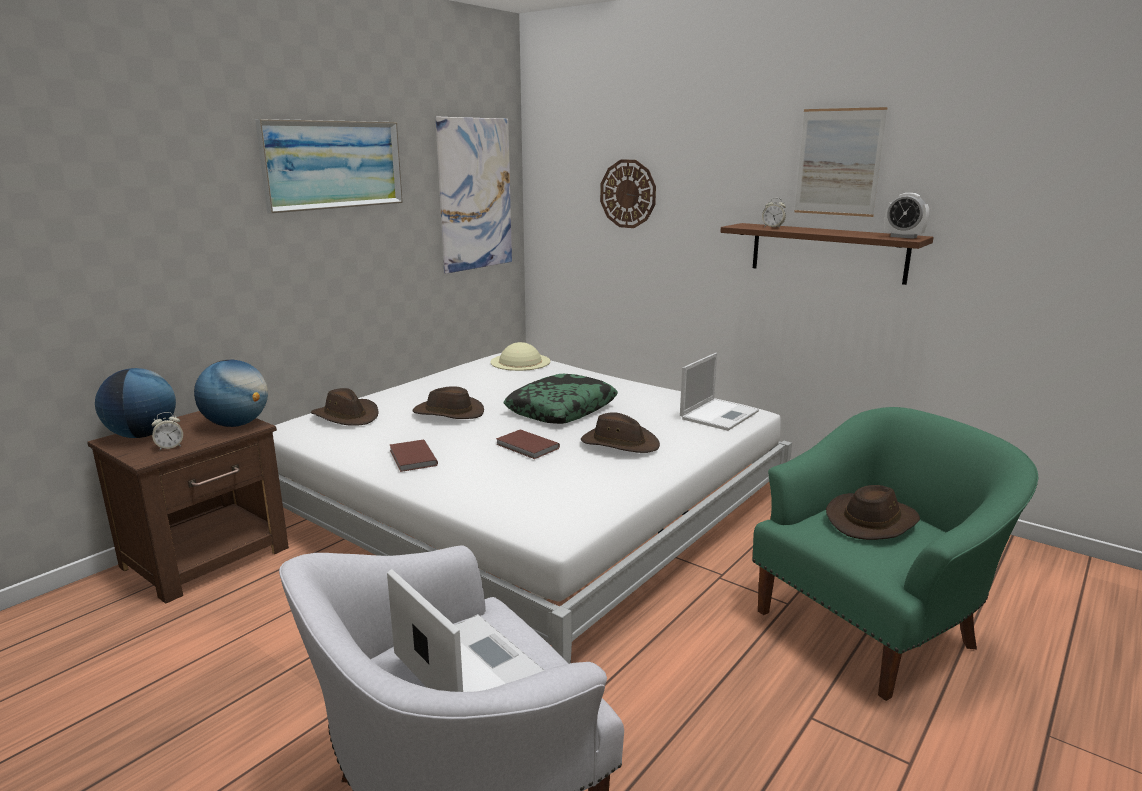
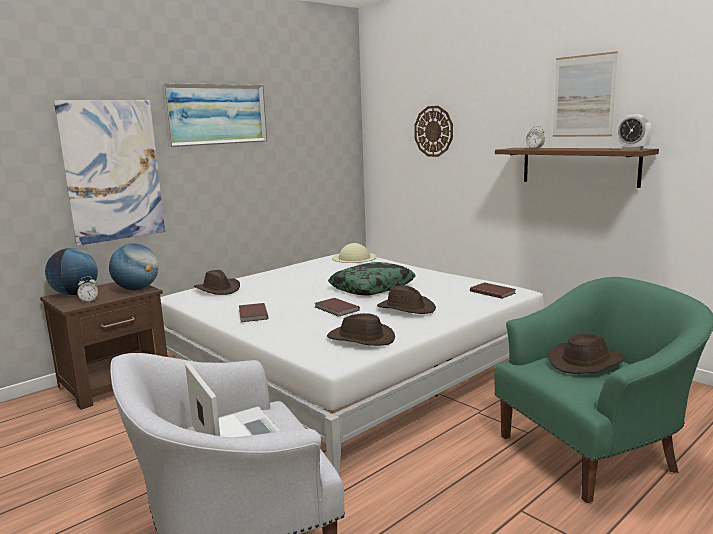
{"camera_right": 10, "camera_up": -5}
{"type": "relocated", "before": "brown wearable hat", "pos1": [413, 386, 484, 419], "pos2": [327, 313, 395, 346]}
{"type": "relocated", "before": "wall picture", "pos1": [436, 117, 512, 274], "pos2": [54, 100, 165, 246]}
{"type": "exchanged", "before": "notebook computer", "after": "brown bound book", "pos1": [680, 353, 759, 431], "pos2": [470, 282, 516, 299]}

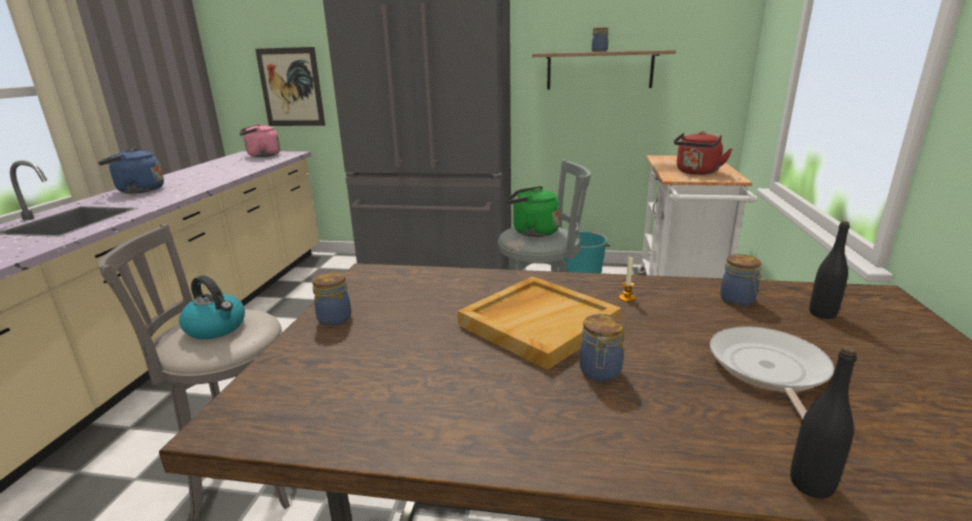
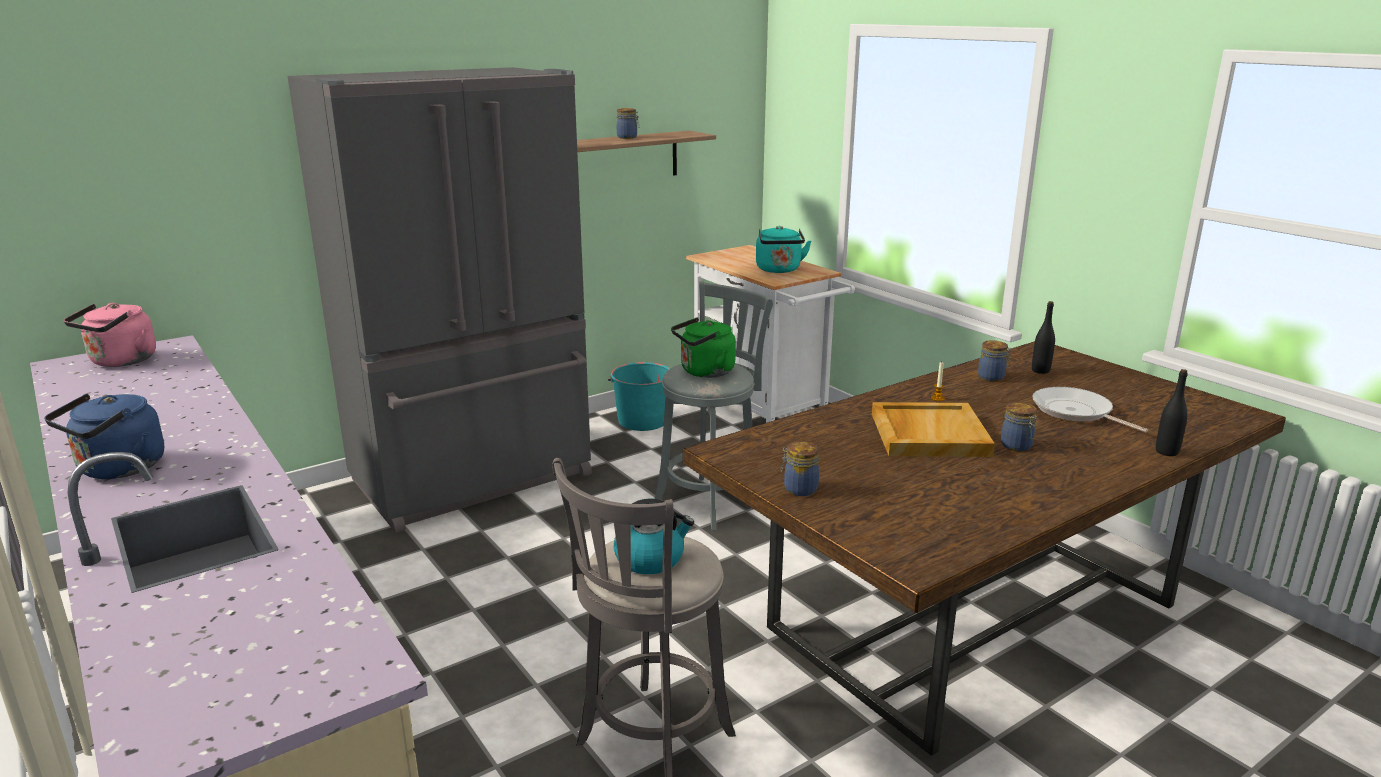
{"camera_right": -45, "camera_up": 0}
{"type": "missing", "before": "wall picture", "pos1": [255, 47, 325, 126]}
{"type": "colour", "before": "red-coloured tea kettle", "after": "turquoise tea kettle", "pos1": [674, 131, 732, 175], "pos2": [756, 226, 811, 273]}

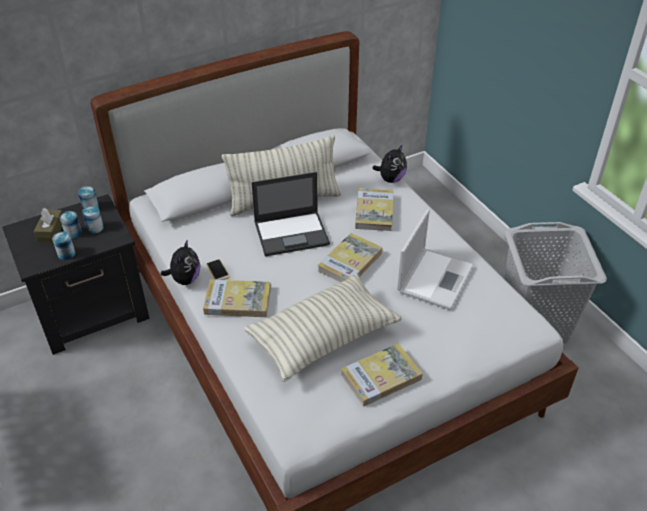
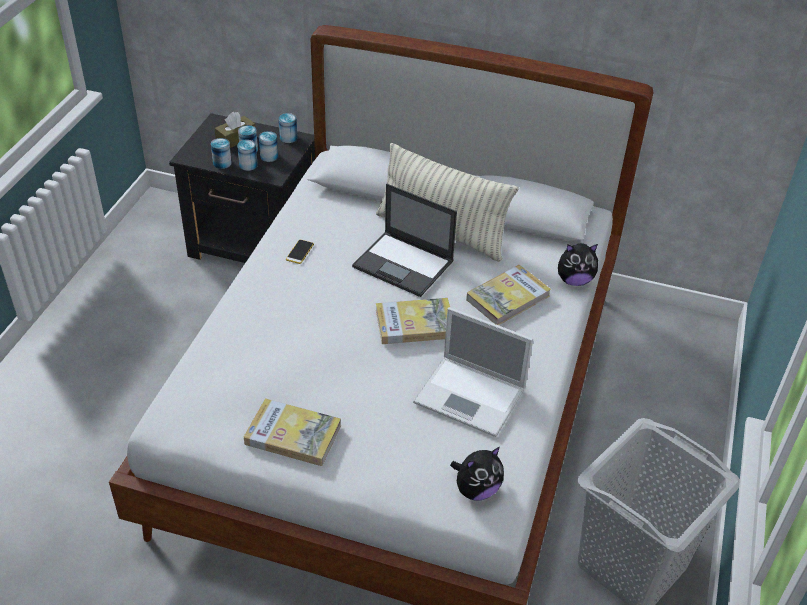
{"camera_right": 45, "camera_up": 0}
{"type": "relocated", "before": "plush toy", "pos1": [161, 239, 200, 285], "pos2": [450, 447, 504, 500]}
{"type": "missing", "before": "bound book", "pos1": [203, 280, 271, 317]}
{"type": "missing", "before": "cushion", "pos1": [244, 273, 401, 382]}
{"type": "spun", "before": "notebook computer", "pos1": [397, 209, 473, 310], "pos2": [413, 307, 533, 437], "turn": 45}
{"type": "appeared", "after": "metal can", "pos2": [237, 140, 258, 171]}

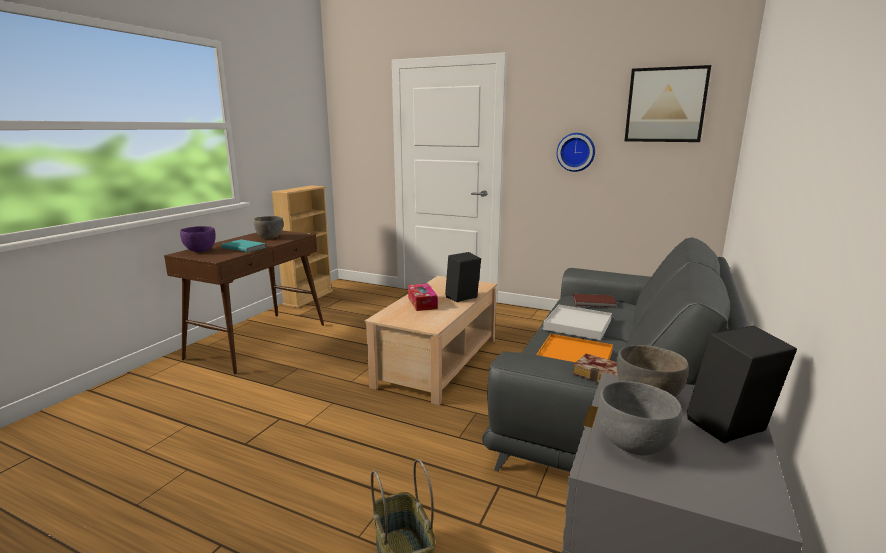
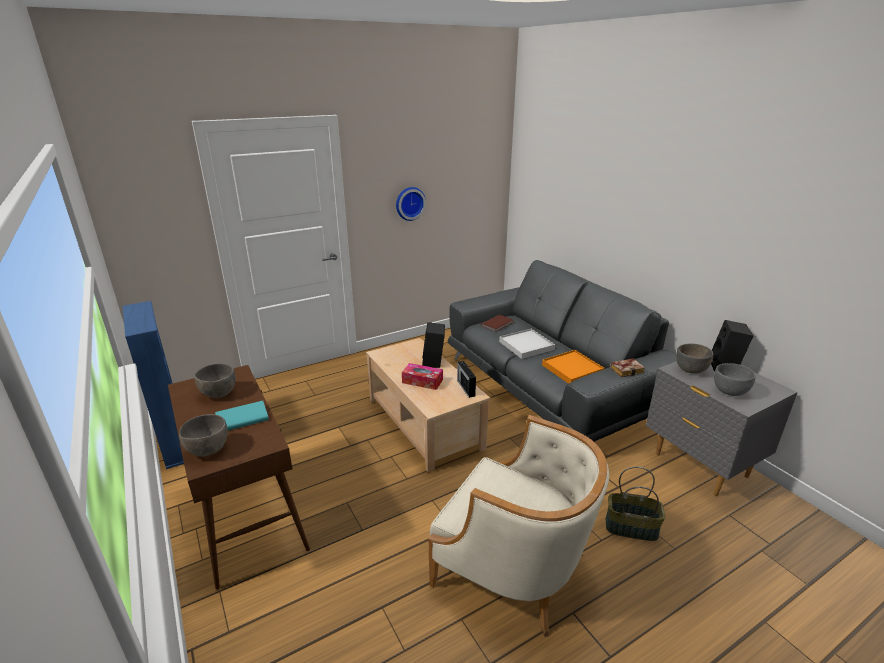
{"camera_right": -55, "camera_up": 10}
{"type": "colour", "before": "purplish bowl", "after": "grey bowl", "pos1": [180, 226, 216, 252], "pos2": [179, 414, 228, 456]}
{"type": "colour", "before": "sand-coloured shelving unit", "after": "bluish shelving unit", "pos1": [271, 185, 333, 308], "pos2": [123, 301, 184, 469]}
{"type": "missing", "before": "wall picture", "pos1": [625, 65, 711, 142]}
{"type": "appeared", "after": "sand-coloured armchair", "pos2": [429, 415, 609, 637]}
{"type": "appeared", "after": "radio", "pos2": [457, 361, 476, 398]}

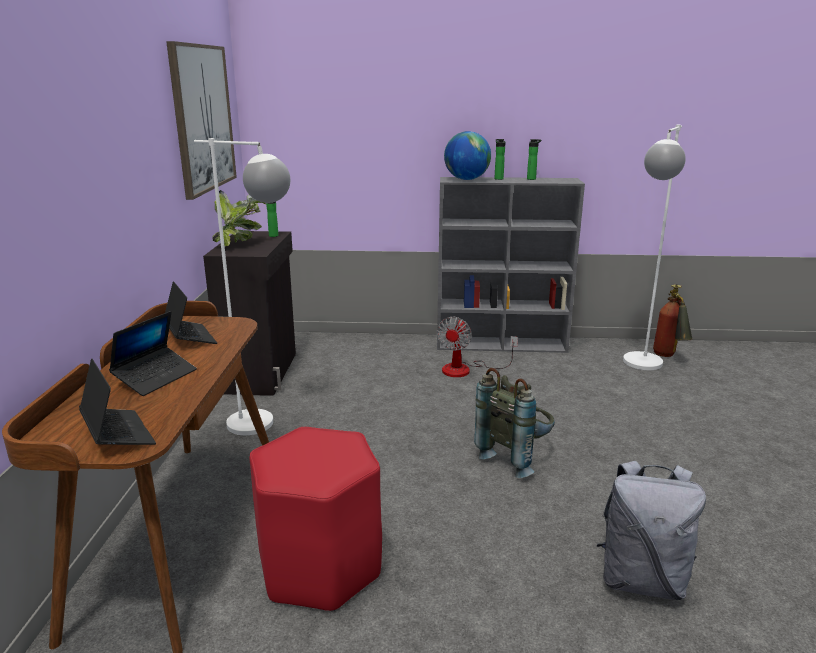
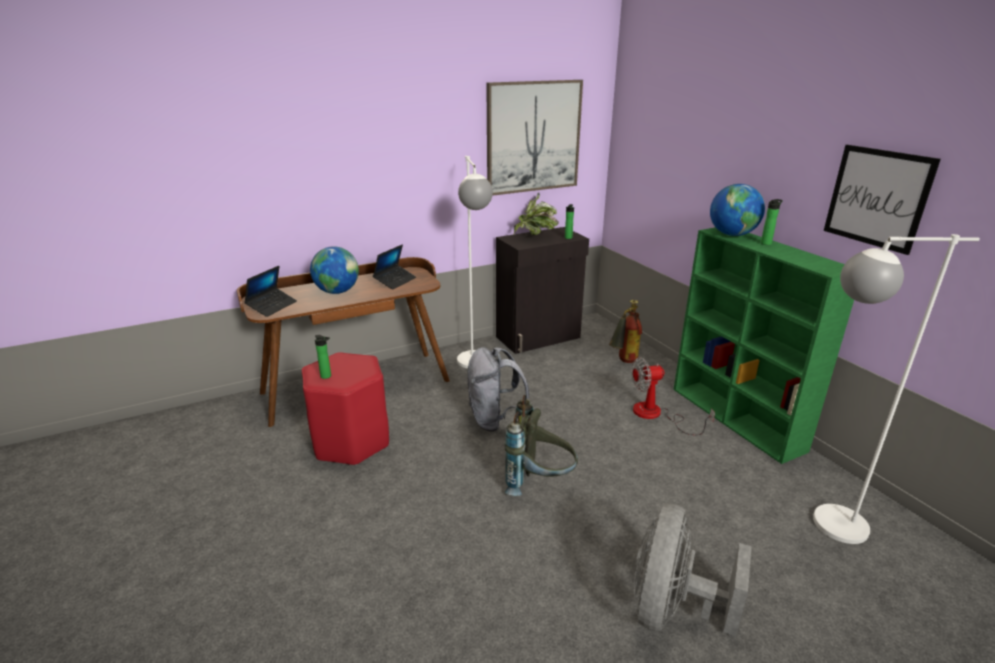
{"camera_right": 60, "camera_up": 5}
{"type": "exchanged", "before": "notebook computer", "after": "desk globe", "pos1": [109, 311, 197, 396], "pos2": [310, 246, 359, 294]}
{"type": "colour", "before": "grey shelving unit", "after": "green shelving unit", "pos1": [437, 177, 585, 353], "pos2": [673, 227, 854, 464]}
{"type": "relocated", "before": "beverage bottle", "pos1": [527, 139, 542, 180], "pos2": [315, 335, 331, 379]}
{"type": "relocated", "before": "grey rucksack", "pos1": [597, 461, 706, 600], "pos2": [467, 347, 529, 431]}
{"type": "relocated", "before": "extinguisher", "pos1": [653, 284, 692, 357], "pos2": [609, 300, 642, 363]}
{"type": "appeared", "after": "grey electric fan", "pos2": [634, 503, 752, 637]}
{"type": "appeared", "after": "wall picture", "pos2": [824, 145, 941, 255]}

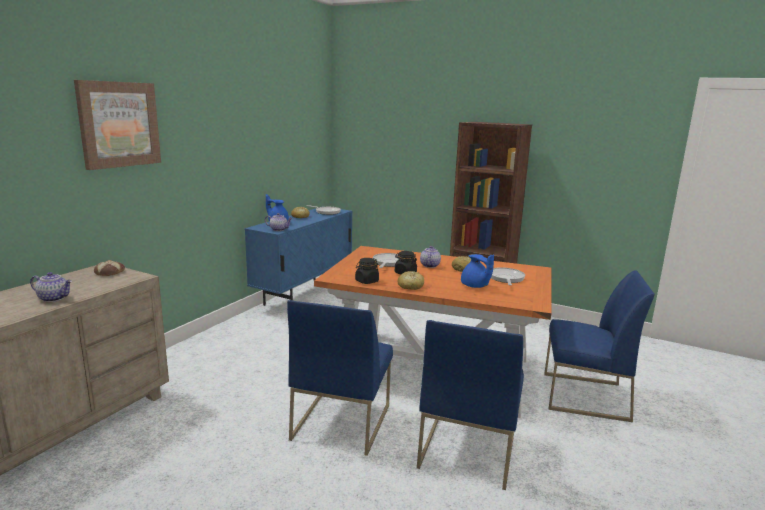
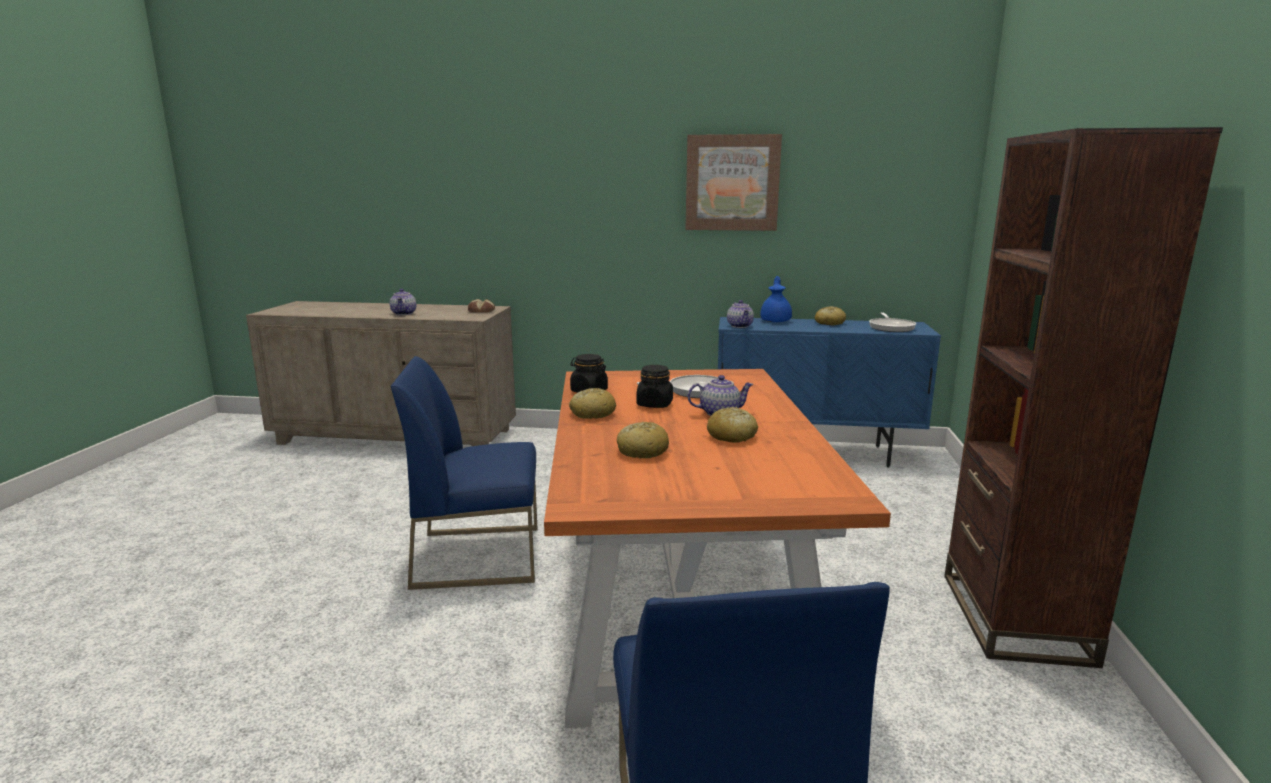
{"camera_right": 70, "camera_up": 0}
{"type": "relocated", "before": "wall picture", "pos1": [74, 80, 161, 170], "pos2": [686, 134, 782, 231]}
{"type": "missing", "before": "bluish chair", "pos1": [417, 320, 524, 490]}
{"type": "exchanged", "before": "bluish teapot", "after": "bread", "pos1": [461, 254, 494, 288], "pos2": [617, 422, 669, 459]}
{"type": "missing", "before": "pan", "pos1": [491, 267, 525, 285]}

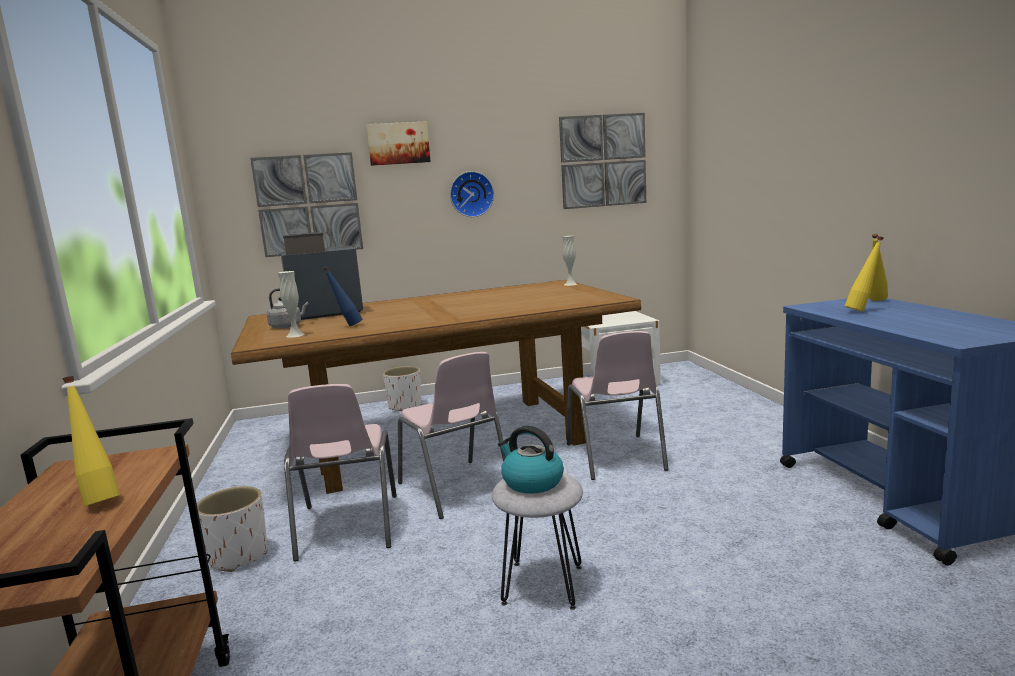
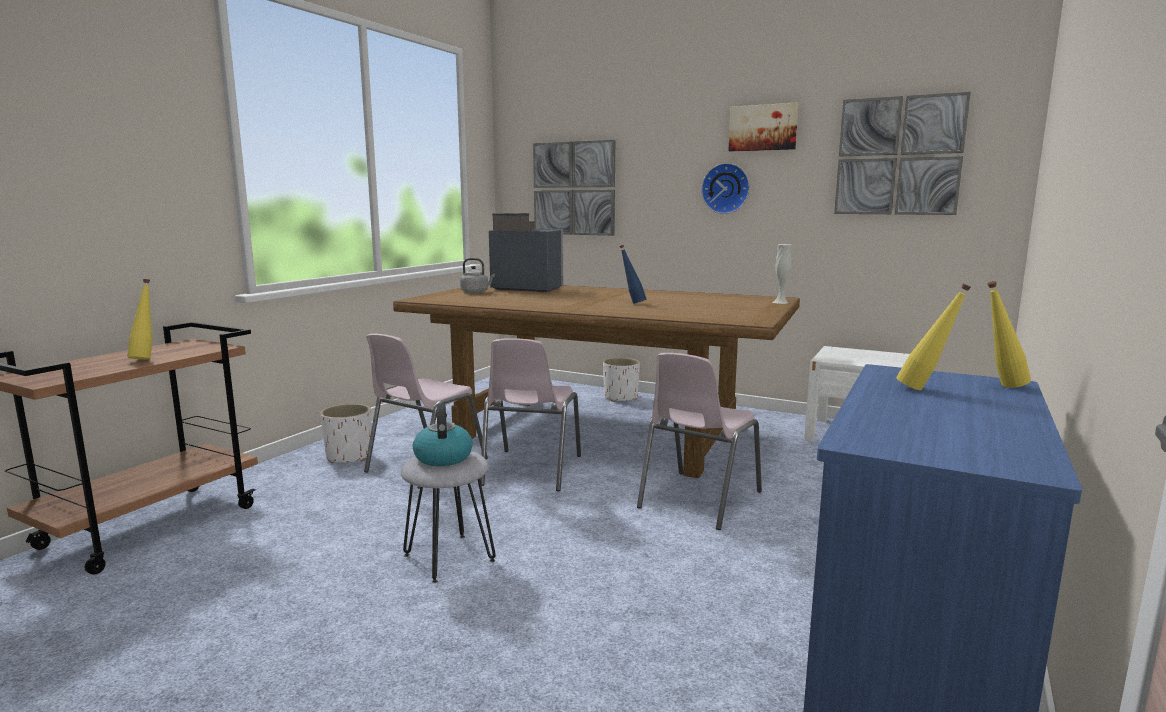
{"camera_right": 40, "camera_up": 0}
{"type": "missing", "before": "whitish vase", "pos1": [278, 271, 305, 338]}
{"type": "relocated", "before": "bluish beverage bottle", "pos1": [323, 267, 363, 326], "pos2": [620, 245, 647, 304]}
{"type": "relocated", "before": "wall picture", "pos1": [366, 121, 431, 166], "pos2": [729, 103, 798, 152]}

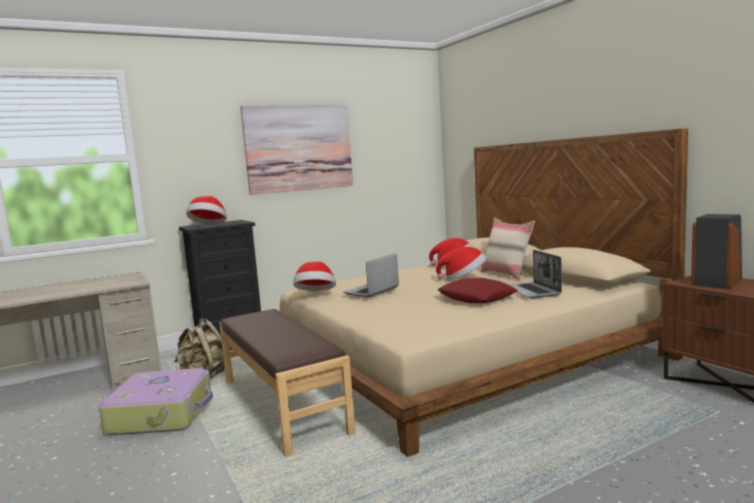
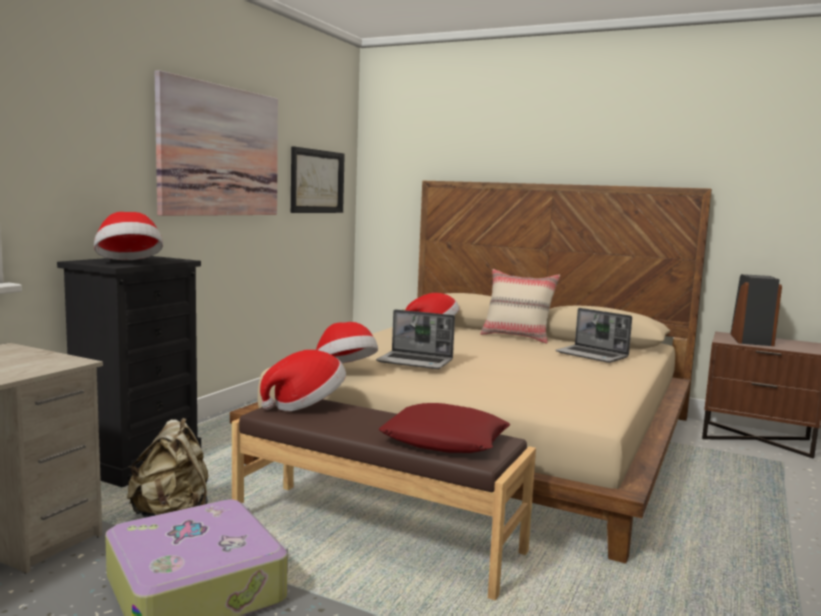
{"camera_right": -35, "camera_up": 0}
{"type": "spun", "before": "notebook computer", "pos1": [343, 254, 399, 297], "pos2": [376, 309, 455, 369], "turn": -75}
{"type": "relocated", "before": "wearable hat", "pos1": [436, 247, 486, 281], "pos2": [260, 350, 346, 411]}
{"type": "relocated", "before": "red-coloured cushion", "pos1": [437, 278, 518, 303], "pos2": [378, 403, 510, 453]}
{"type": "appeared", "after": "wall picture", "pos2": [291, 146, 345, 213]}

